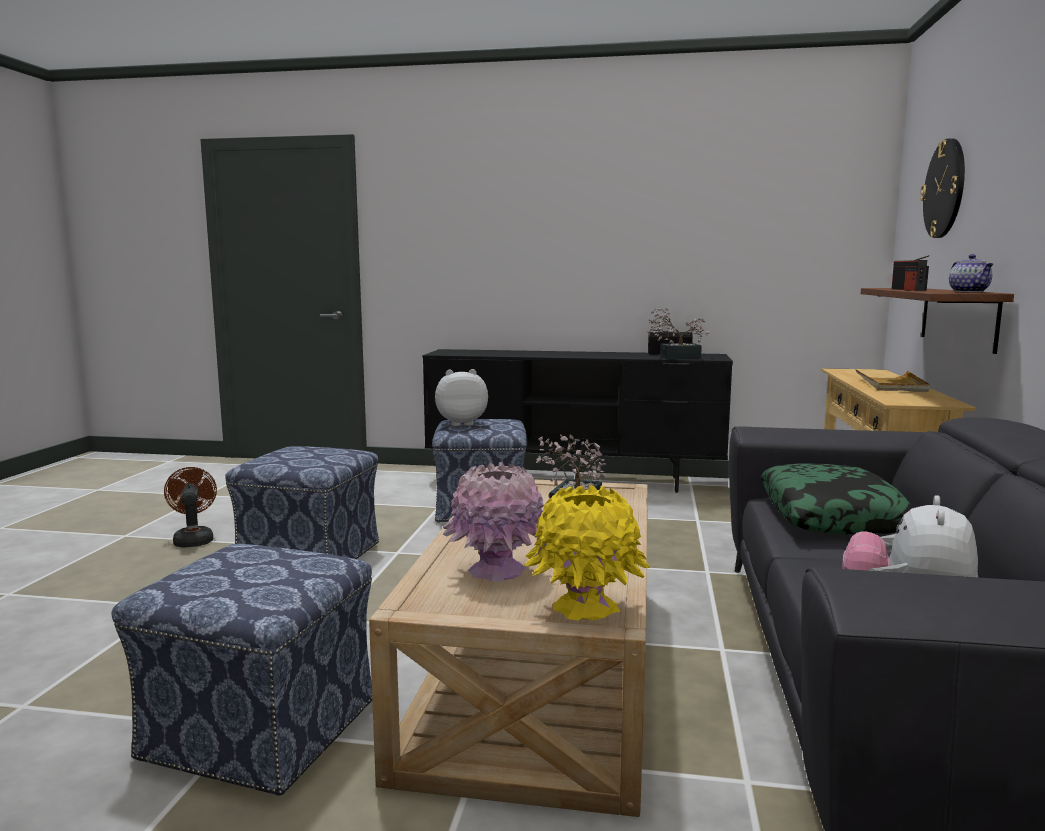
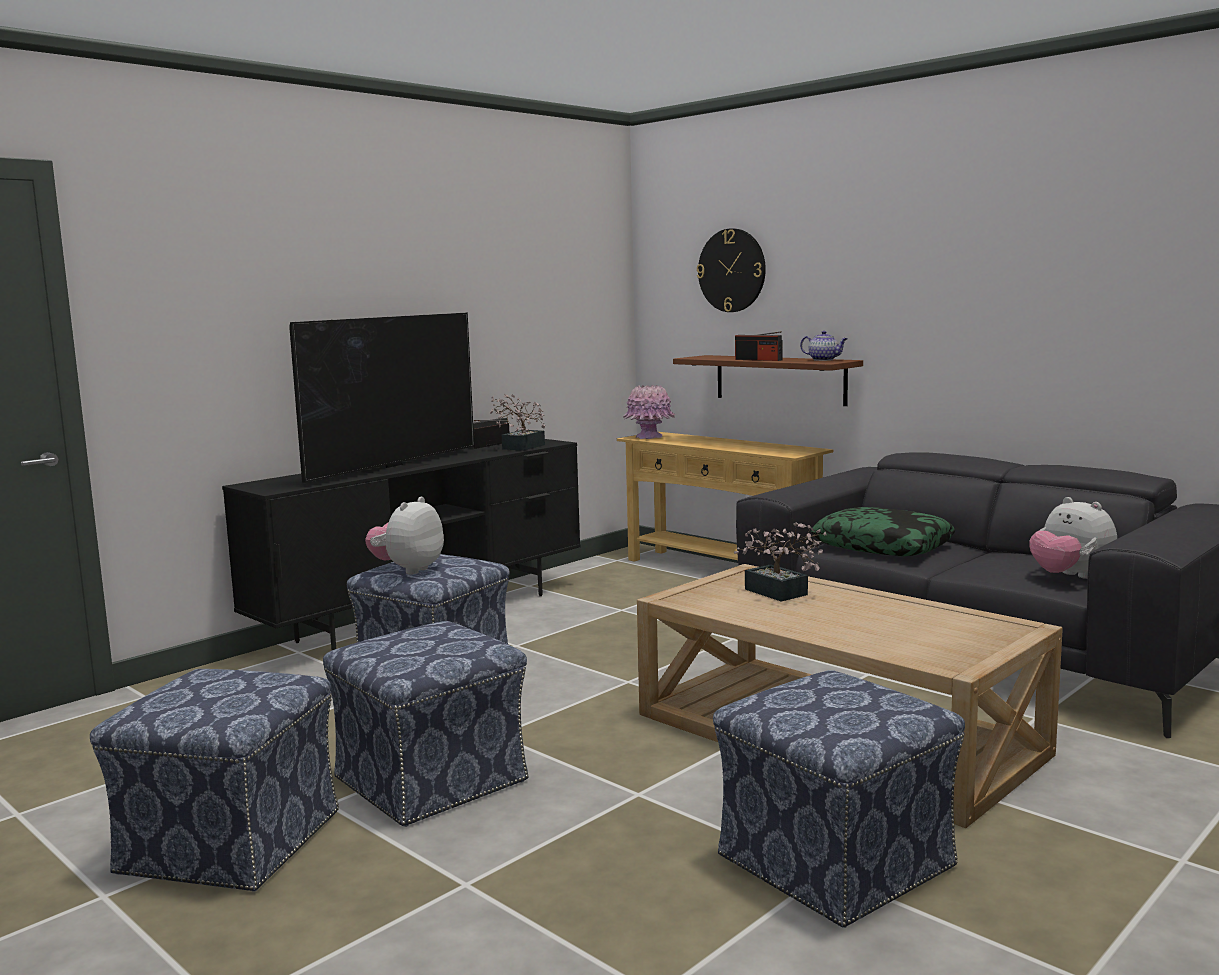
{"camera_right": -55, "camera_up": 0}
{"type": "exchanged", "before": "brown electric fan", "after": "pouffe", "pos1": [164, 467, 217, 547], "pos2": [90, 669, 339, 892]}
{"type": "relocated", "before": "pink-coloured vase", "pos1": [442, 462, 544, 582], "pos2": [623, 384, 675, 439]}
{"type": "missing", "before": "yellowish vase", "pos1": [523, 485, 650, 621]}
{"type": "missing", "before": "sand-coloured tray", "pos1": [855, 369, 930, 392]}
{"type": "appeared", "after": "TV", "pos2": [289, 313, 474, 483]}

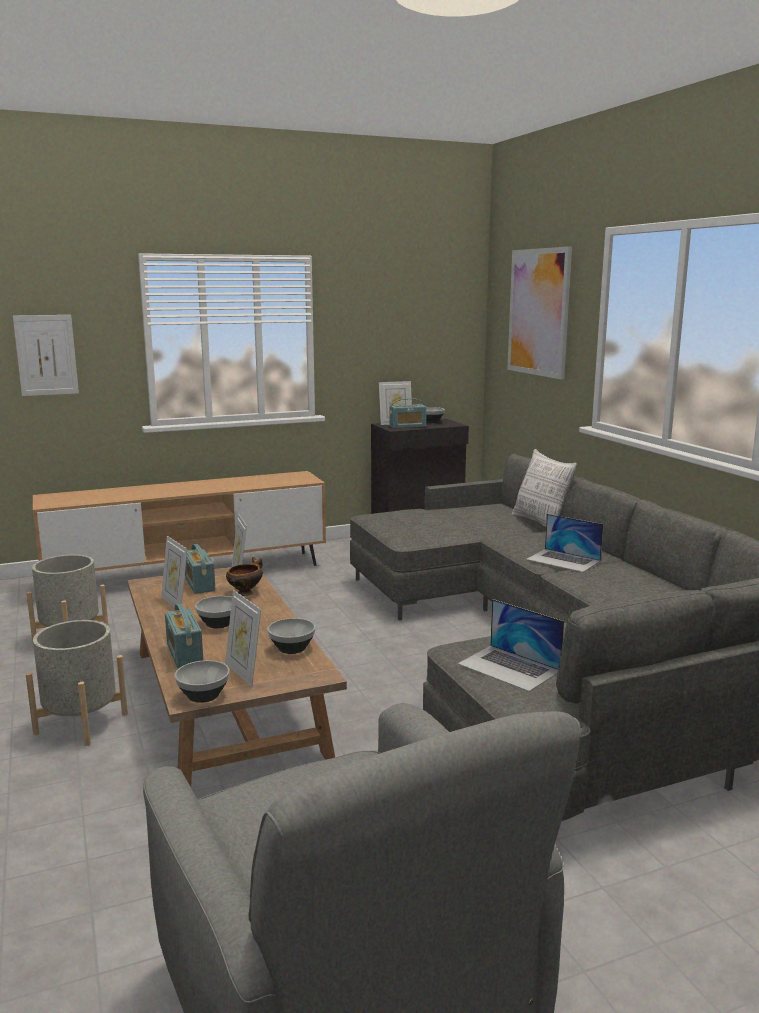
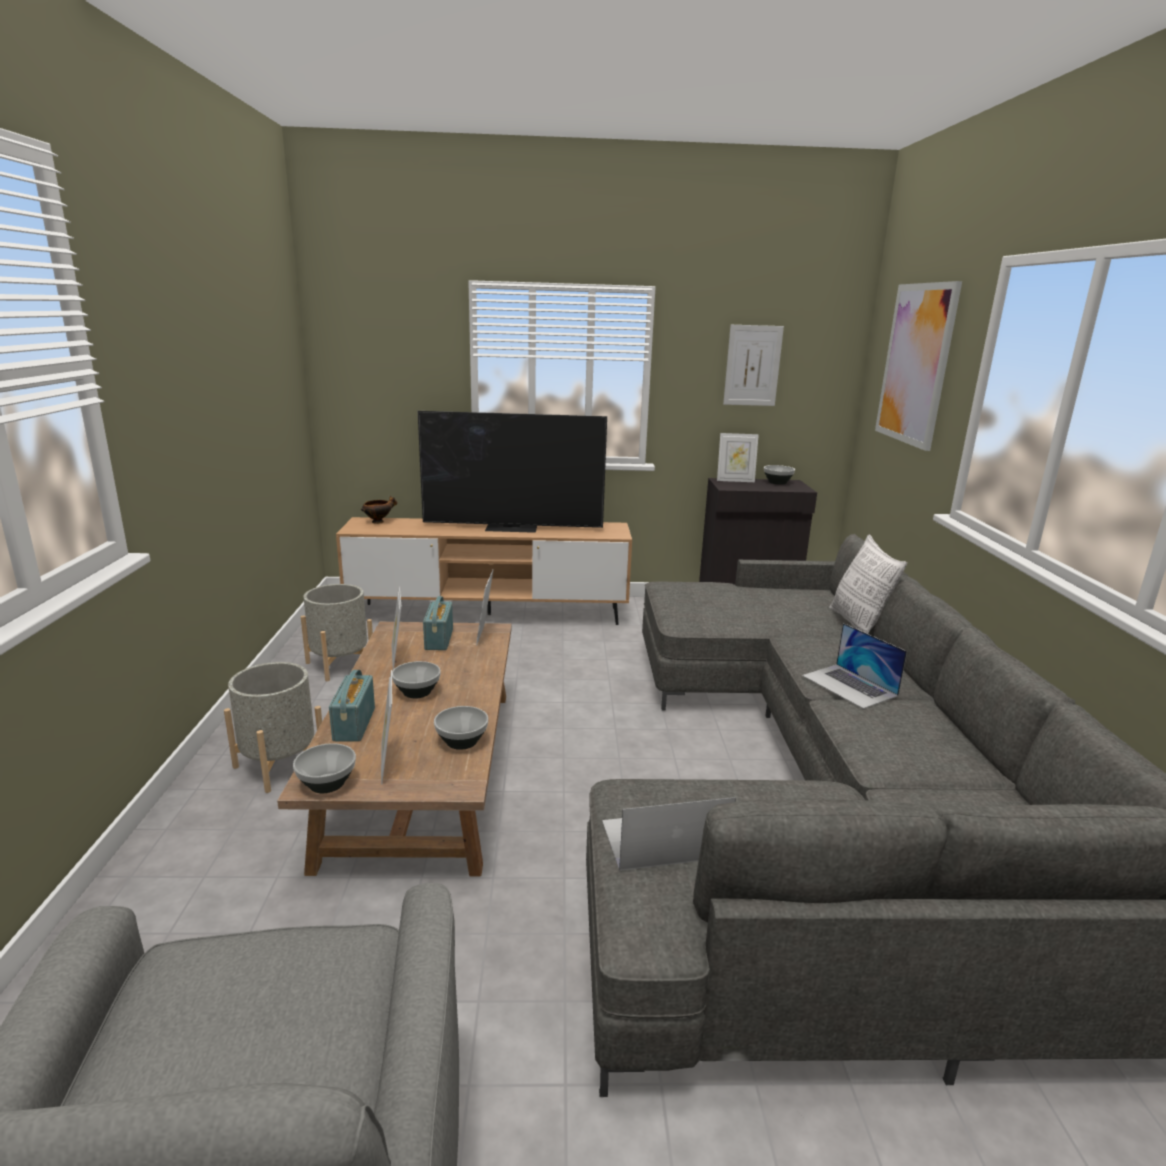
{"camera_right": 20, "camera_up": 5}
{"type": "relocated", "before": "wall picture", "pos1": [13, 315, 79, 396], "pos2": [723, 325, 784, 406]}
{"type": "relocated", "before": "bowl", "pos1": [226, 557, 263, 596], "pos2": [361, 496, 397, 524]}
{"type": "missing", "before": "radio", "pos1": [389, 398, 427, 429]}
{"type": "spun", "before": "notebook computer", "pos1": [458, 599, 564, 692], "pos2": [602, 797, 736, 871], "turn": 105}
{"type": "appeared", "after": "TV", "pos2": [418, 411, 607, 533]}

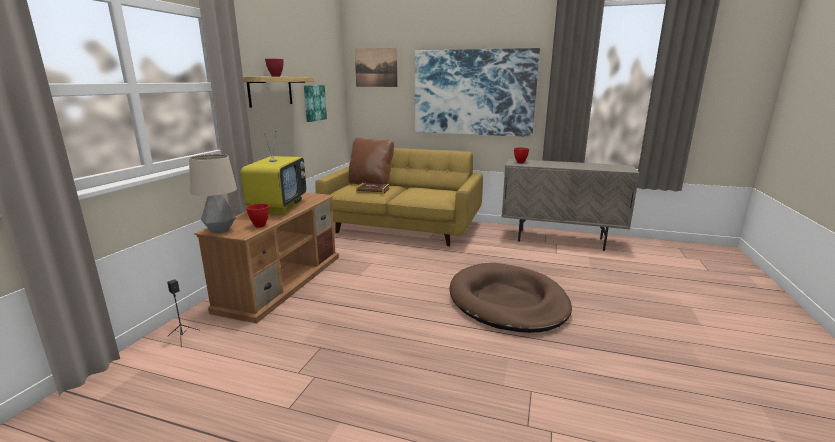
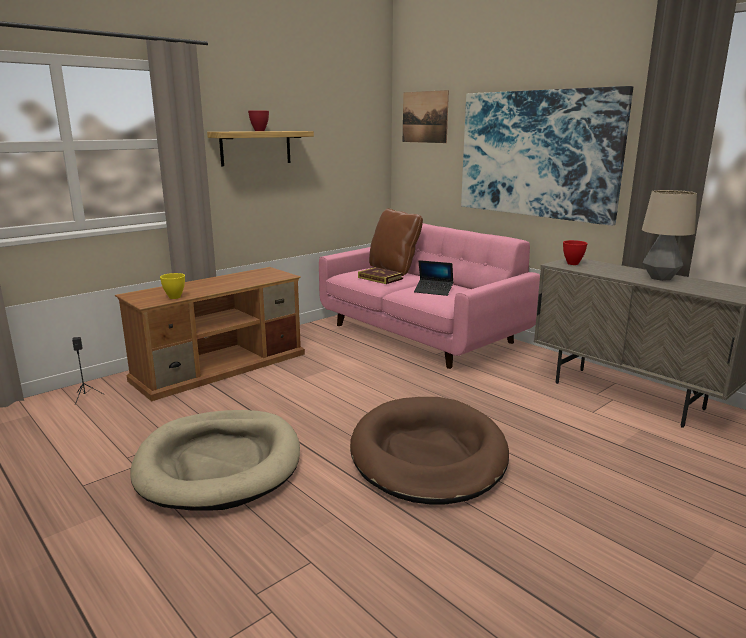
{"camera_right": 30, "camera_up": 0}
{"type": "relocated", "before": "tabletop lamp", "pos1": [189, 154, 237, 234], "pos2": [642, 190, 697, 281]}
{"type": "missing", "before": "TV", "pos1": [241, 131, 306, 215]}
{"type": "colour", "before": "red-coloured bowl", "after": "yellowish bowl", "pos1": [246, 204, 269, 227], "pos2": [160, 273, 185, 299]}
{"type": "missing", "before": "wall picture", "pos1": [304, 85, 327, 122]}
{"type": "colour", "before": "yellowish couch", "after": "pink-coloured couch", "pos1": [315, 148, 483, 246], "pos2": [319, 223, 540, 369]}
{"type": "appeared", "after": "sand-coloured dog cushion", "pos2": [130, 410, 300, 511]}
{"type": "appeared", "after": "notebook computer", "pos2": [414, 260, 453, 296]}

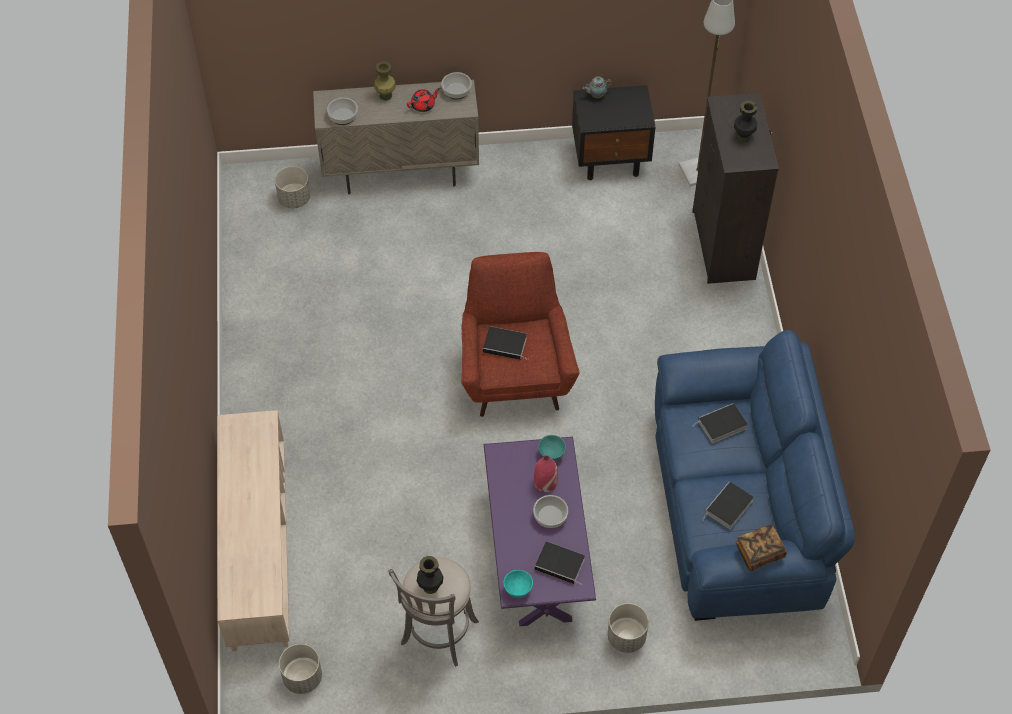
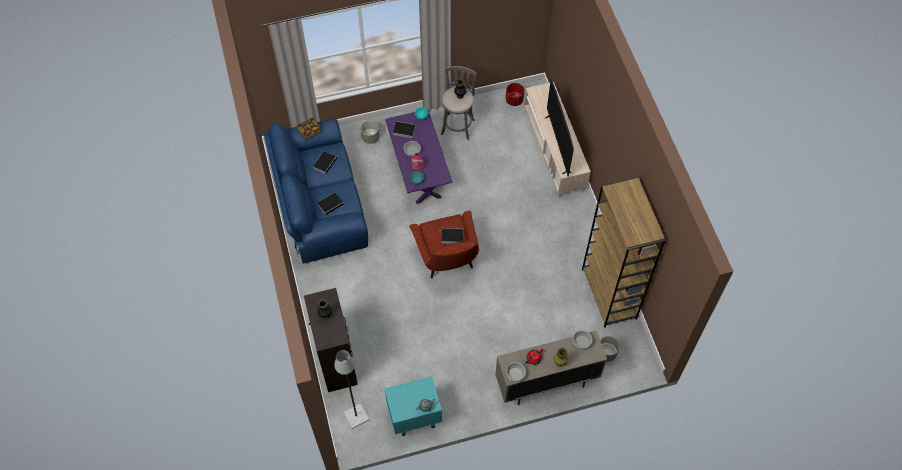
{"camera_right": 170, "camera_up": 5}
{"type": "colour", "before": "grey flower pot", "after": "red-coloured flower pot", "pos1": [279, 644, 322, 694], "pos2": [506, 83, 524, 106]}
{"type": "colour", "before": "black-coloured bedside table", "after": "turquoise bedside table", "pos1": [572, 85, 655, 180], "pos2": [385, 376, 442, 436]}
{"type": "appeared", "after": "TV", "pos2": [545, 79, 574, 177]}
{"type": "appeared", "after": "brown shelving unit", "pos2": [582, 177, 666, 328]}

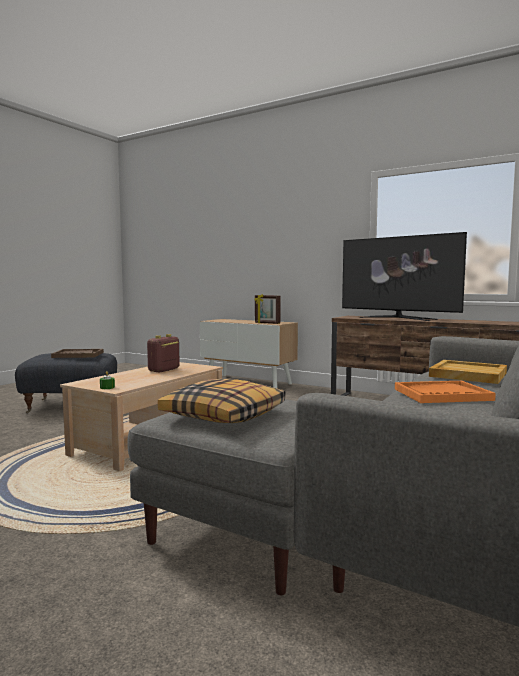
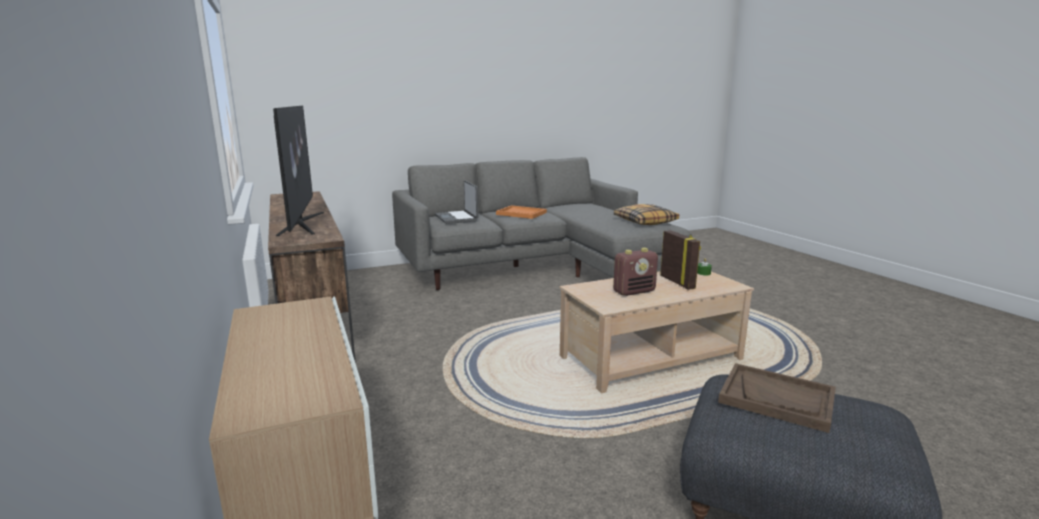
{"camera_right": -145, "camera_up": 10}
{"type": "relocated", "before": "standing frame", "pos1": [254, 294, 280, 324], "pos2": [660, 230, 701, 290]}
{"type": "exchanged", "before": "sand-coloured tray", "after": "notebook computer", "pos1": [429, 360, 507, 384], "pos2": [435, 180, 478, 224]}

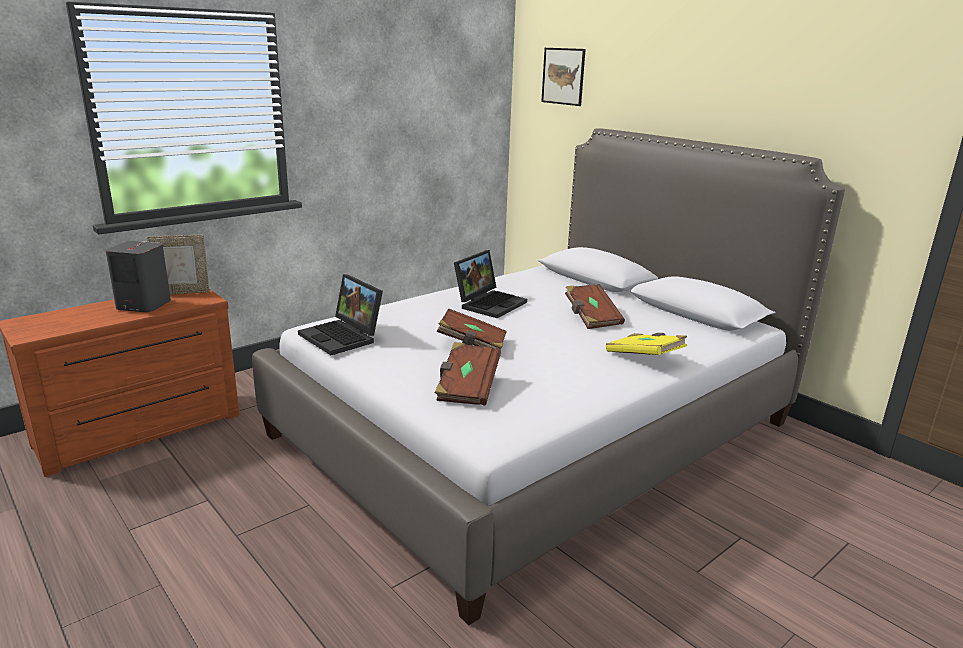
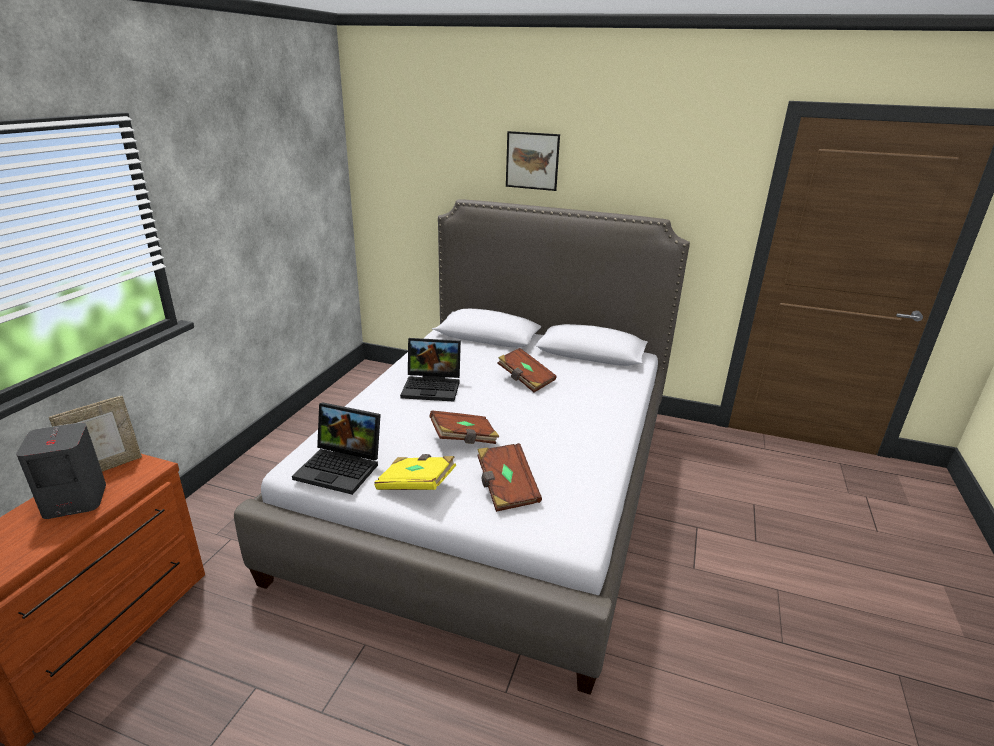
{"camera_right": -30, "camera_up": 5}
{"type": "spun", "before": "notebook computer", "pos1": [454, 250, 527, 318], "pos2": [400, 338, 461, 402], "turn": 90}
{"type": "relocated", "before": "wall picture", "pos1": [541, 48, 586, 106], "pos2": [506, 131, 560, 191]}
{"type": "relocated", "before": "yellowish bound book", "pos1": [606, 333, 687, 355], "pos2": [374, 454, 456, 490]}

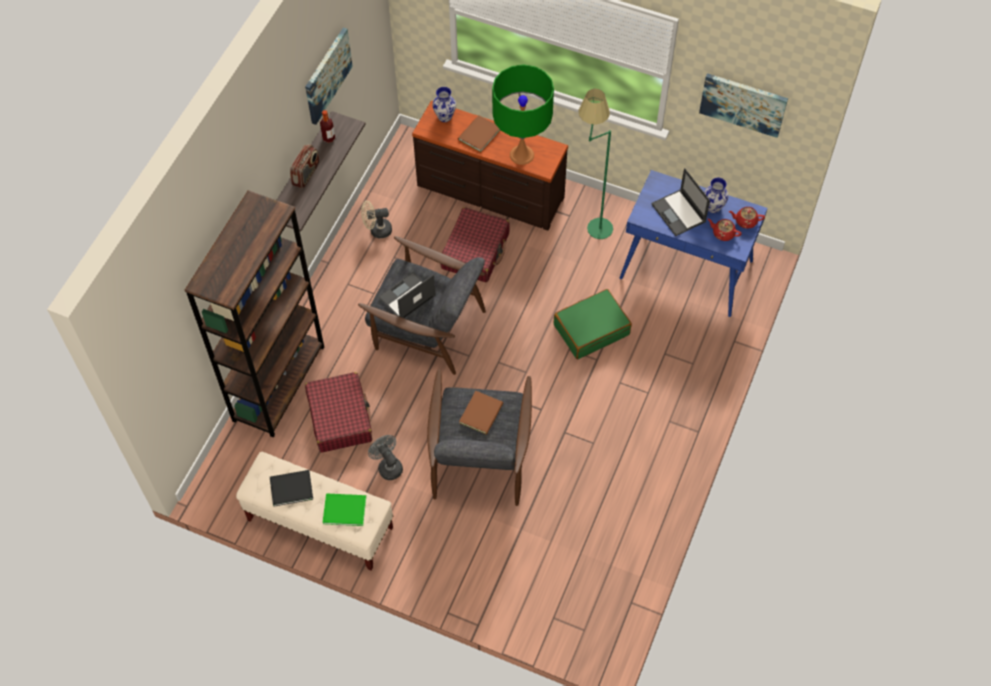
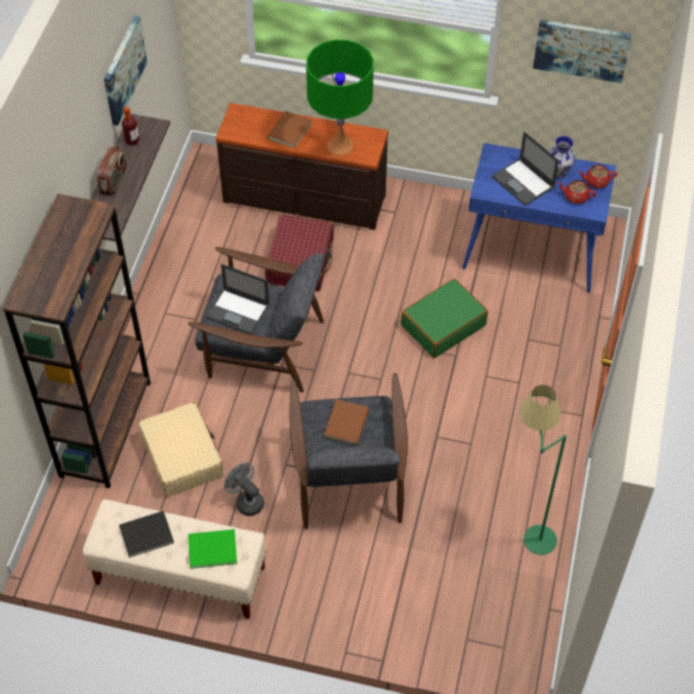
{"camera_right": -10, "camera_up": -5}
{"type": "colour", "before": "red-coloured suitcase", "after": "sand-coloured suitcase", "pos1": [305, 372, 372, 453], "pos2": [138, 402, 224, 497]}
{"type": "missing", "before": "sand-coloured electric fan", "pos1": [361, 201, 392, 238]}
{"type": "spun", "before": "notebook computer", "pos1": [378, 272, 436, 318], "pos2": [206, 264, 270, 334], "turn": -105}
{"type": "missing", "before": "vase", "pos1": [432, 87, 456, 122]}
{"type": "relocated", "before": "green floor lamp", "pos1": [578, 89, 613, 239], "pos2": [519, 385, 567, 555]}

